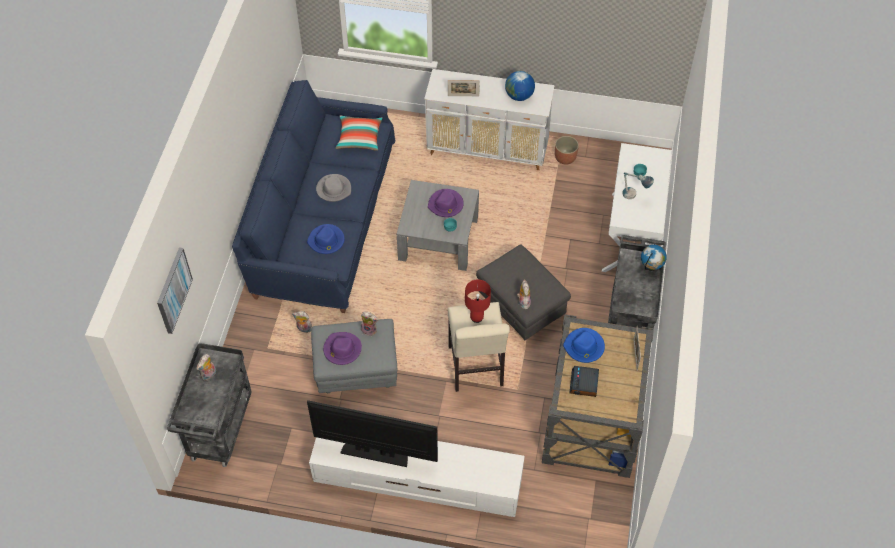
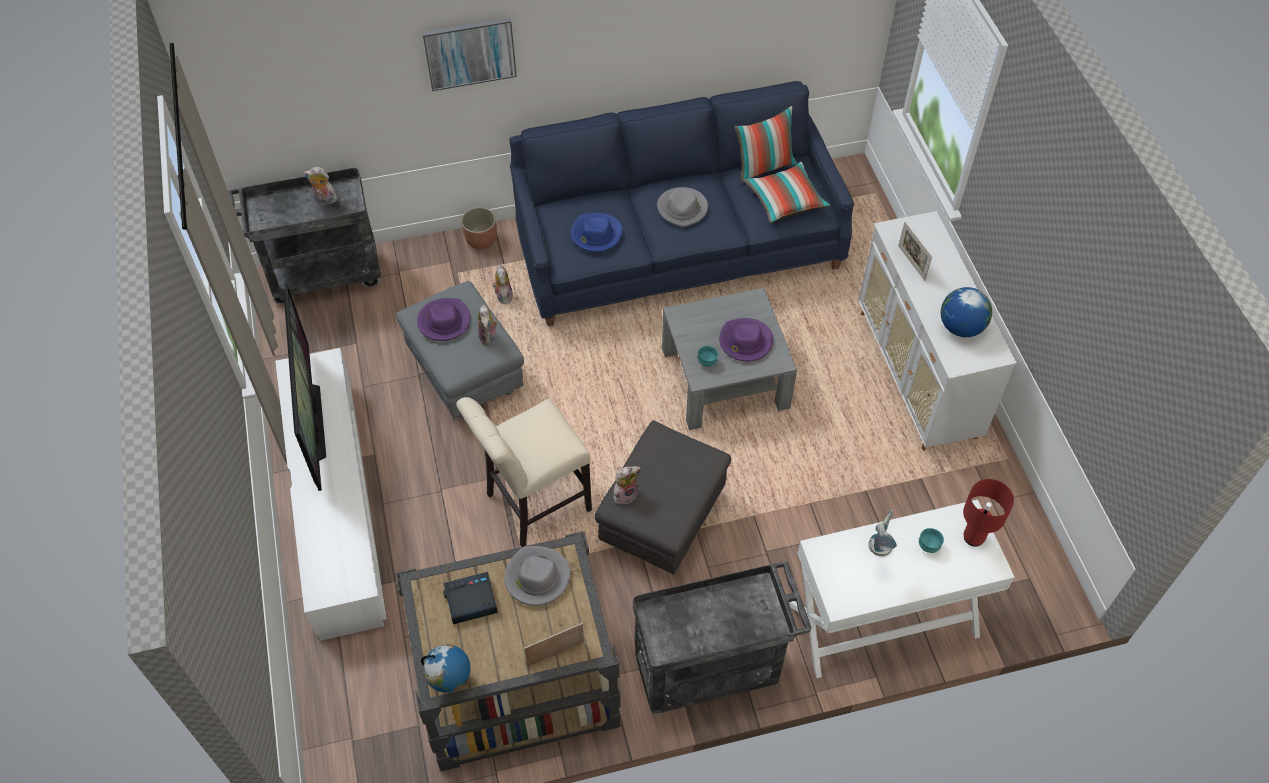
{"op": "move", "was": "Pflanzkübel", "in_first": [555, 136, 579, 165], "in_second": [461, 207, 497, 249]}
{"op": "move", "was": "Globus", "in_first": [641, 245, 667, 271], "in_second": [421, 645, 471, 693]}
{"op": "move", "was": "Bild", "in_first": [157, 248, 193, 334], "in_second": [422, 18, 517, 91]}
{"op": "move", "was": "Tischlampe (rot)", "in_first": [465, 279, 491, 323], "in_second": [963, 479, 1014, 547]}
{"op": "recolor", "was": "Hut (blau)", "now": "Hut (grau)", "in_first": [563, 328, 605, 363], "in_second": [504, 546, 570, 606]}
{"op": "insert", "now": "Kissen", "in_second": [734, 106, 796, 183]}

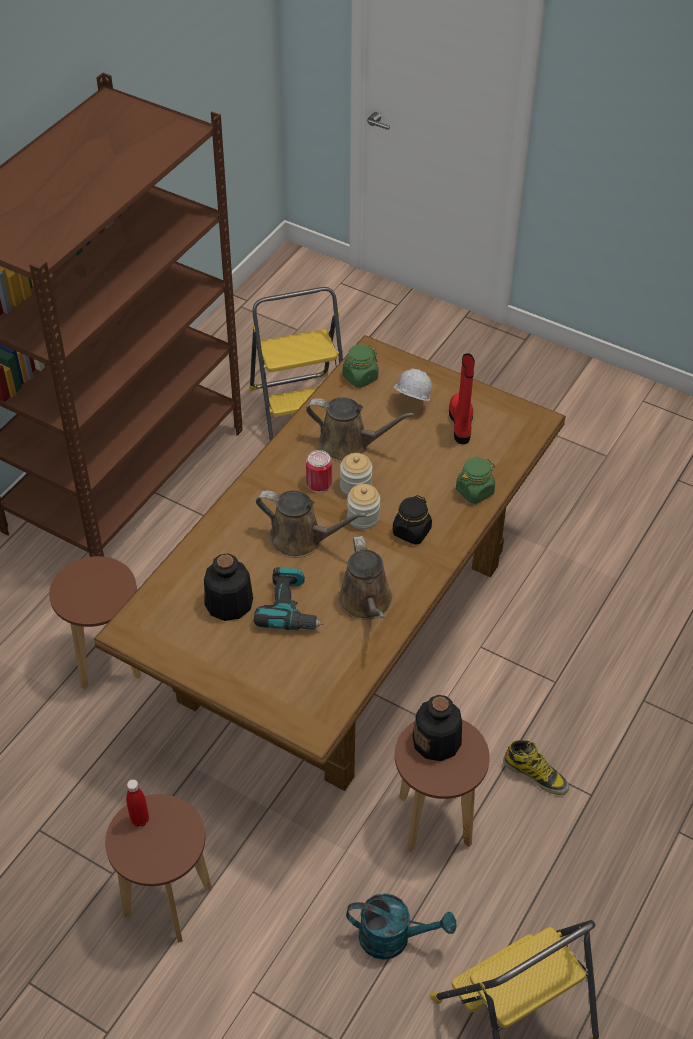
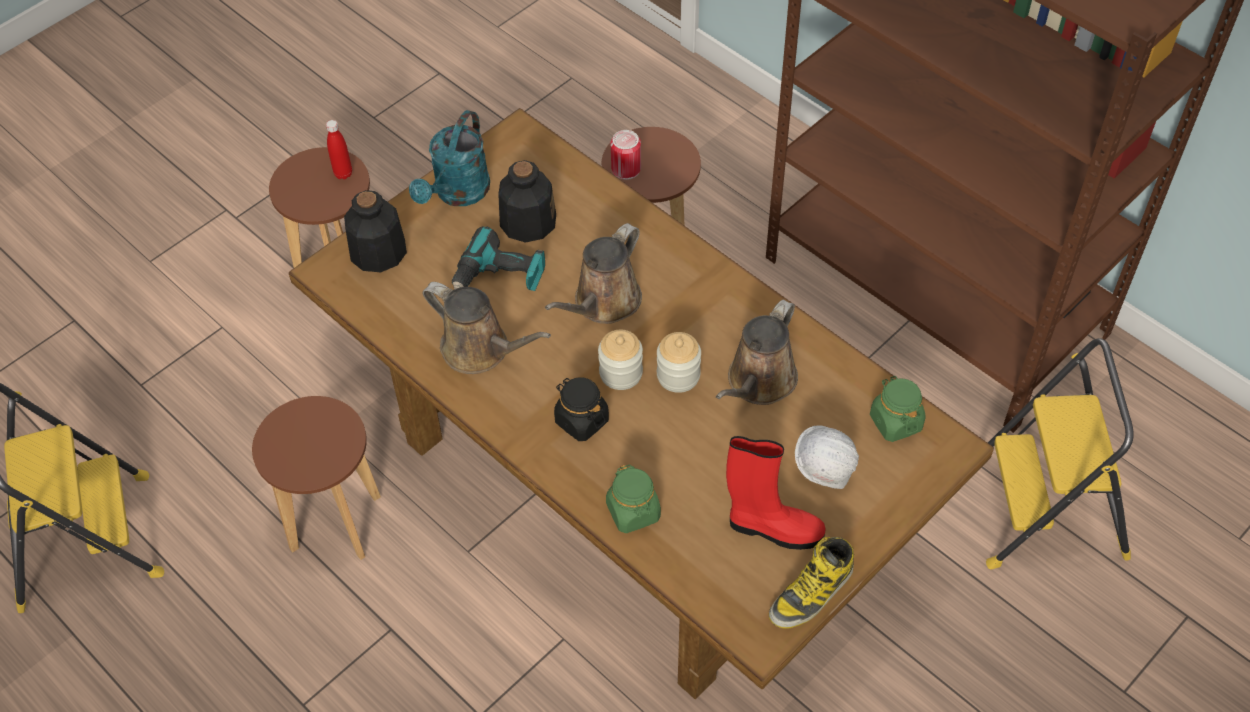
{"op": "move", "was": "Dose", "in_first": [306, 450, 332, 493], "in_second": [610, 130, 641, 180]}
{"op": "rotate", "was": "Gießkanne (braun)", "in_first": [338, 536, 392, 620], "in_second": [422, 282, 551, 374], "clockwise": -150}
{"op": "move", "was": "Flasche", "in_first": [412, 695, 462, 761], "in_second": [344, 190, 407, 272]}
{"op": "move", "was": "Stiefel", "in_first": [503, 740, 569, 795], "in_second": [768, 537, 854, 629]}
{"op": "move", "was": "Gießkanne (türkis)", "in_first": [346, 893, 456, 960], "in_second": [409, 110, 490, 206]}

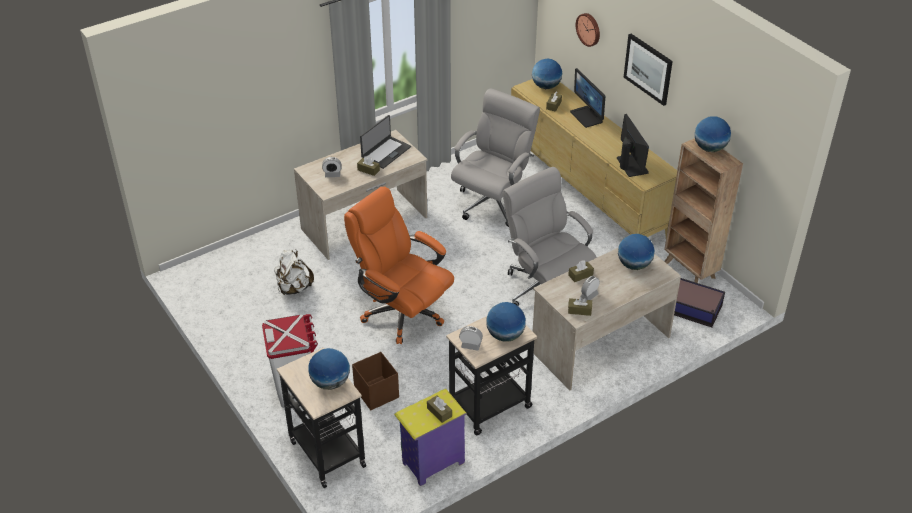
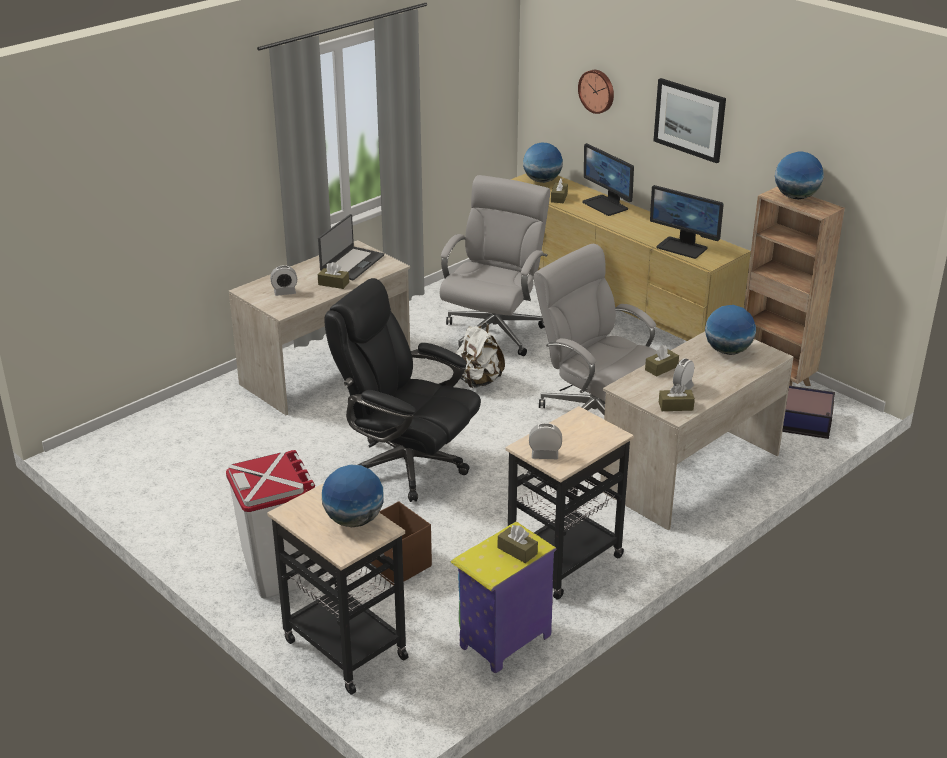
{"op": "rotate", "was": "Monitor", "in_first": [617, 114, 649, 177], "in_second": [650, 185, 724, 259], "clockwise": 150}
{"op": "recolor", "was": "Bürostuhl (orange)", "now": "Bürostuhl (schwarz)", "in_first": [344, 187, 454, 344], "in_second": [324, 278, 481, 502]}
{"op": "move", "was": "Rucksack (weiß)", "in_first": [274, 249, 314, 295], "in_second": [456, 323, 505, 388]}
{"op": "delete", "was": "Globus", "in_first": [486, 302, 526, 342]}

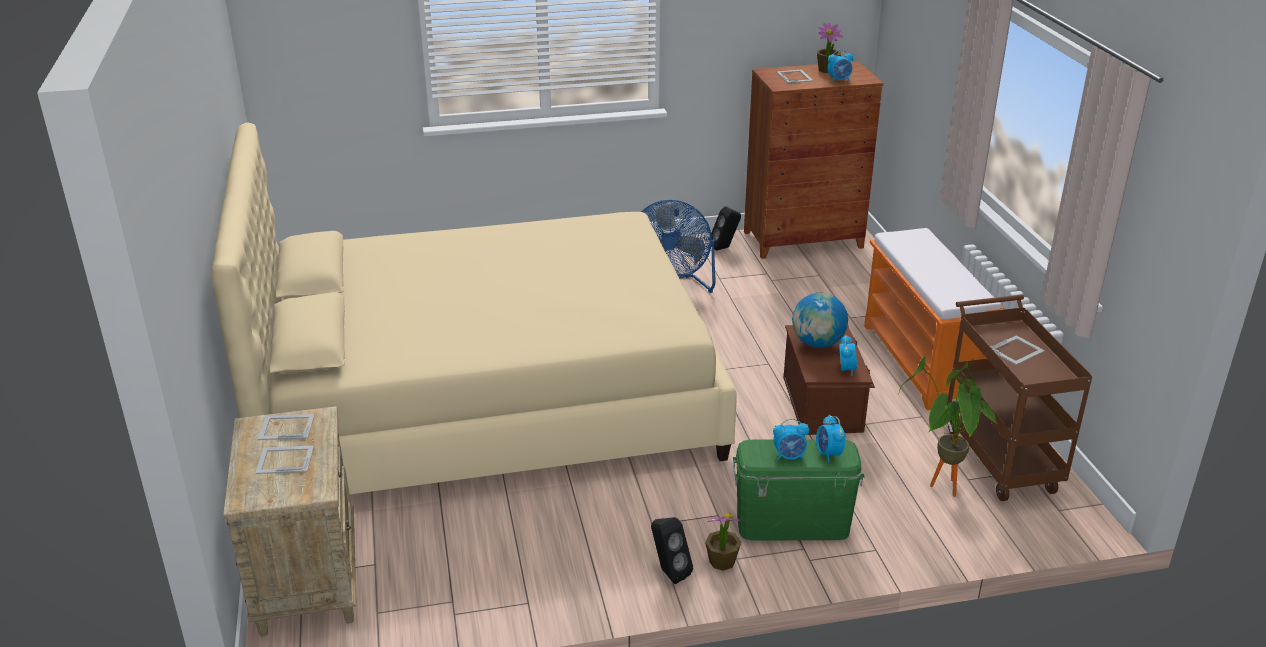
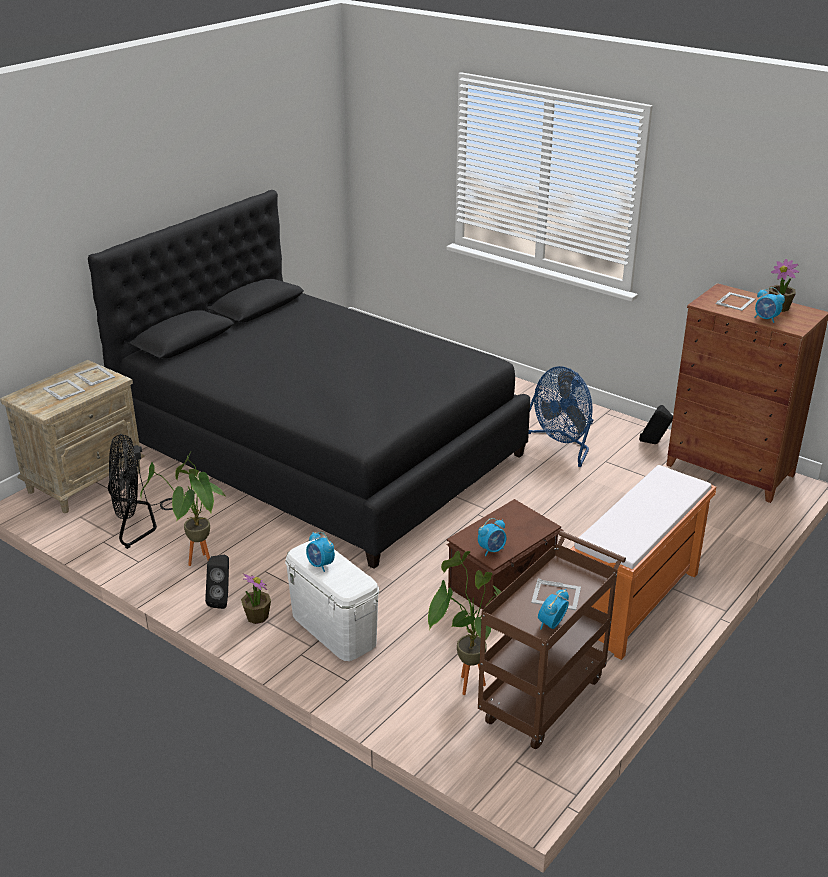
{"op": "recolor", "was": "Bett (beige)", "now": "Bett (schwarz)", "in_first": [211, 123, 737, 494], "in_second": [88, 190, 530, 569]}
{"op": "delete", "was": "Globus", "in_first": [792, 293, 848, 348]}
{"op": "move", "was": "Wecker", "in_first": [816, 415, 846, 462], "in_second": [538, 589, 569, 629]}
{"op": "recolor", "was": "Aufbewahrungsbox (grün)", "now": "Aufbewahrungsbox (weiß)", "in_first": [733, 439, 865, 540], "in_second": [285, 539, 379, 661]}
{"op": "insert", "now": "Ventilator (schwarz)", "in_second": [108, 434, 173, 549]}
{"op": "insert", "now": "Topfpflanze", "in_second": [140, 452, 227, 566]}

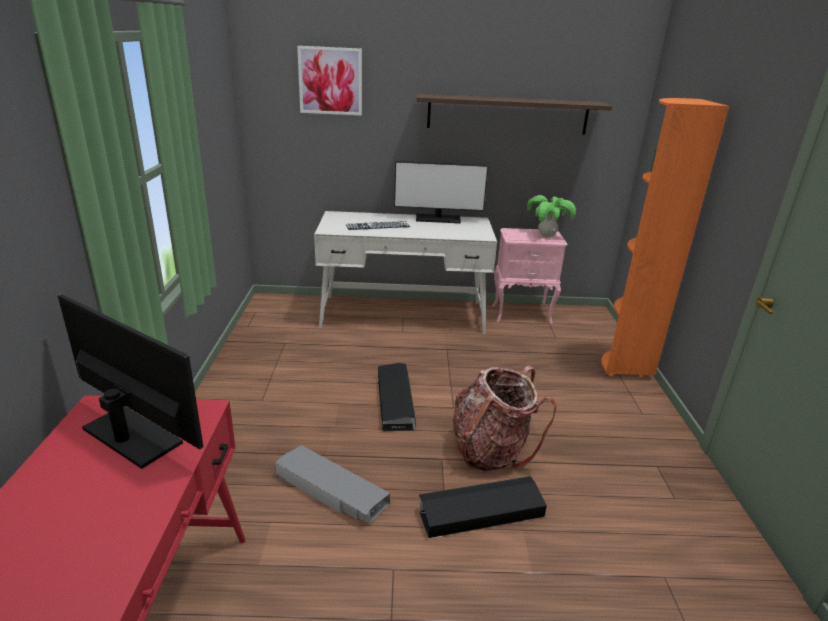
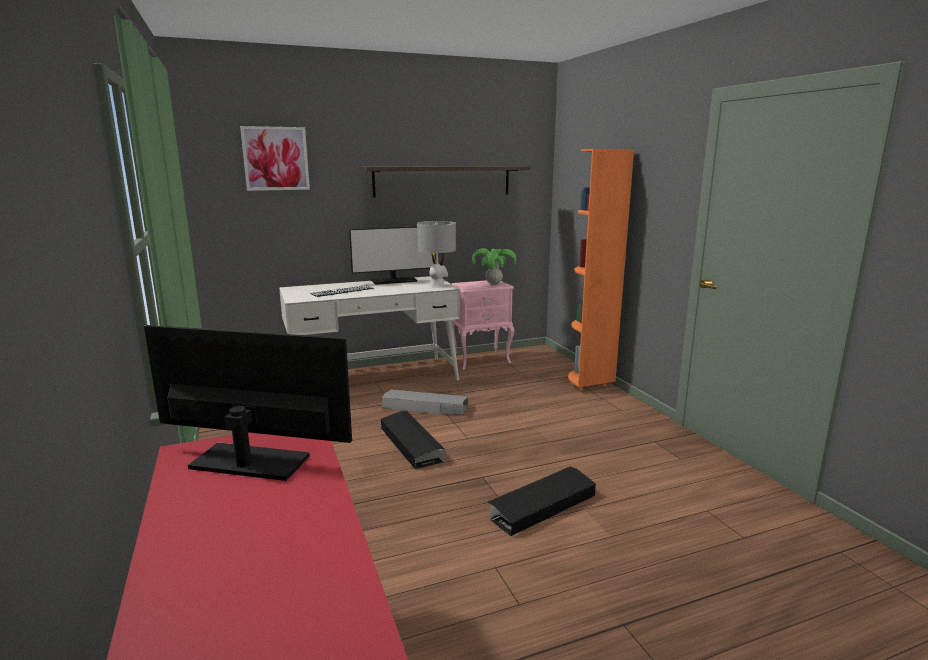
{"op": "delete", "was": "Rucksack", "in_first": [453, 366, 557, 472]}
{"op": "move", "was": "Aufbewahrungsbox (grau)", "in_first": [275, 445, 390, 524], "in_second": [382, 390, 468, 415]}
{"op": "insert", "now": "Tischlampe (grau)", "in_second": [417, 221, 456, 288]}

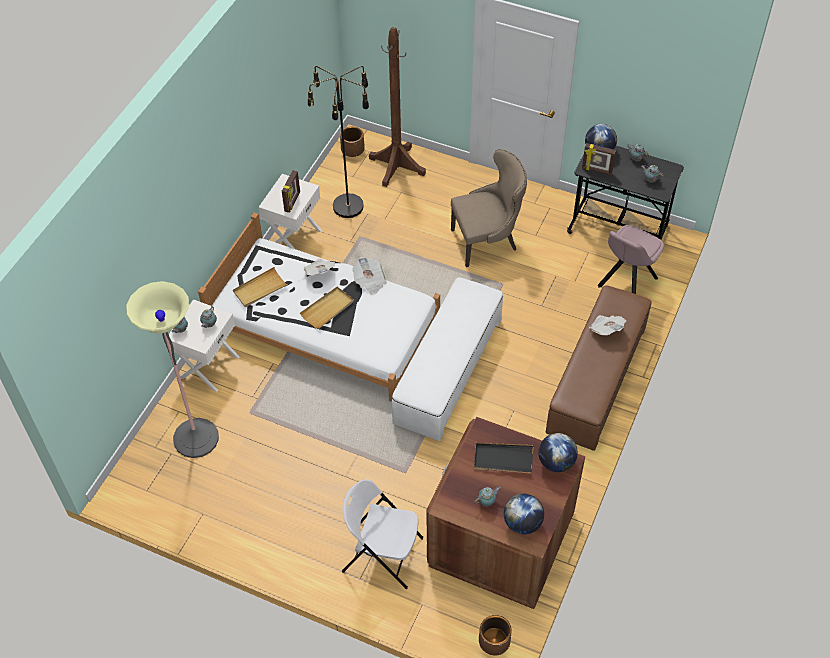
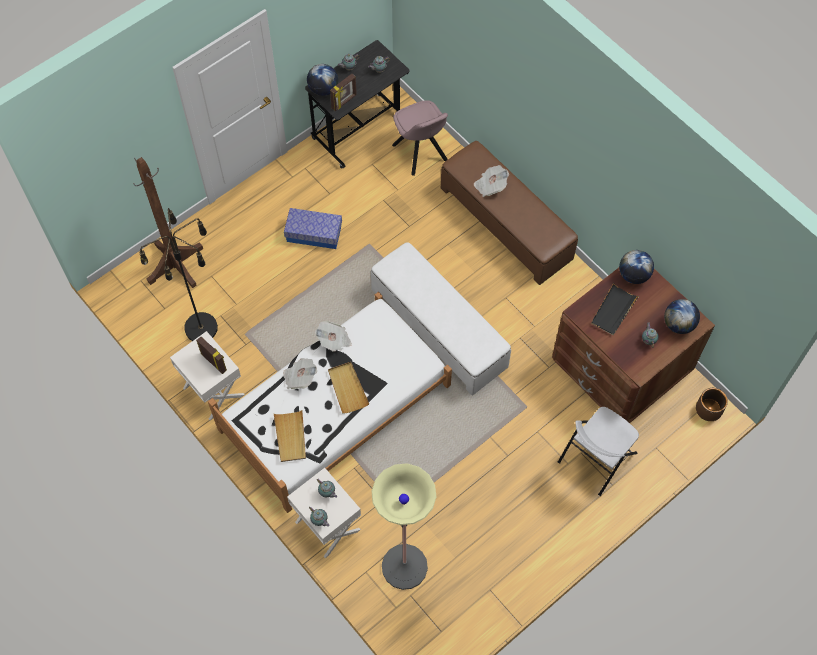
{"op": "delete", "was": "Pflanzkübel (braun)", "in_first": [340, 126, 365, 157]}
{"op": "replace", "was": "Stuhl (beige)", "now": "Aufbewahrungsbox", "in_first": [451, 149, 527, 267], "in_second": [284, 208, 342, 249]}

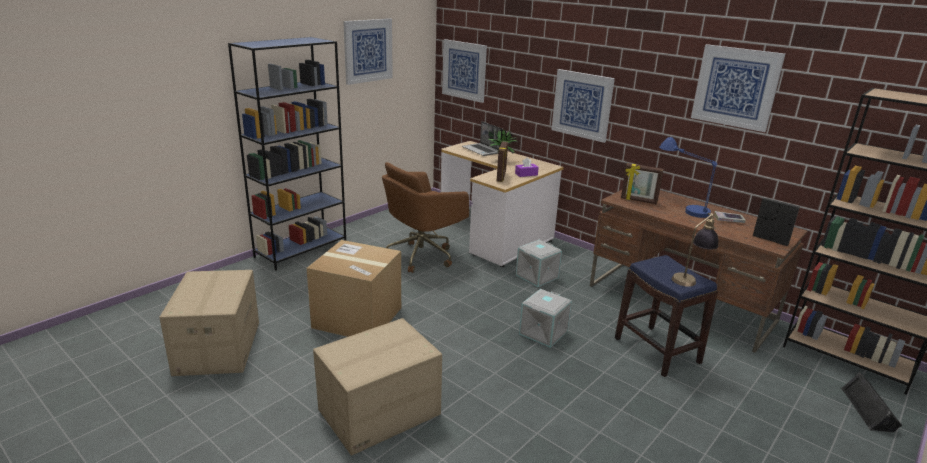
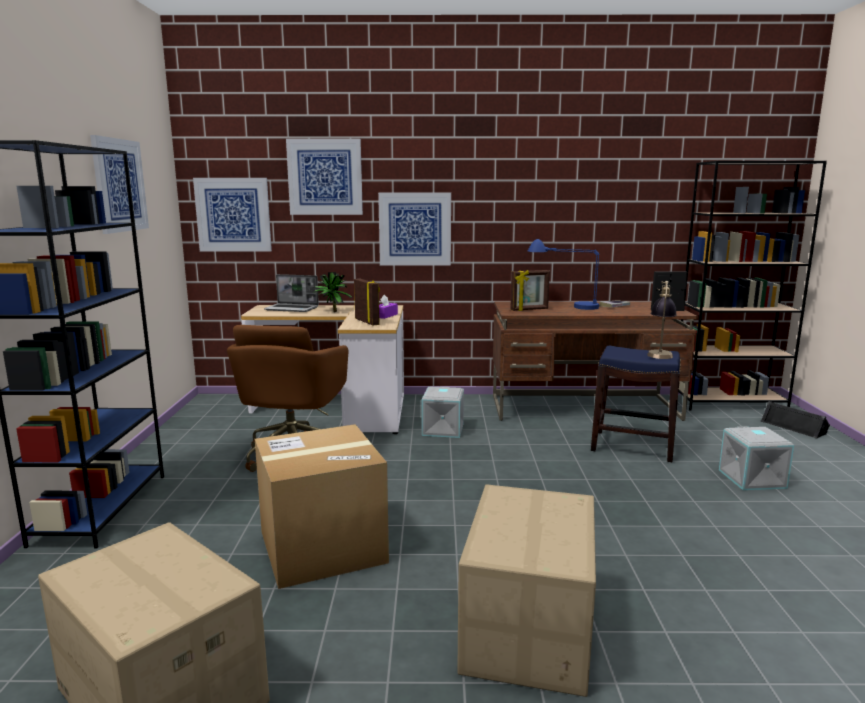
{"op": "move", "was": "Bild", "in_first": [691, 44, 785, 132], "in_second": [286, 139, 363, 215]}
{"op": "move", "was": "Aufbewahrungsbox (grau)", "in_first": [519, 289, 572, 348], "in_second": [719, 426, 794, 490]}

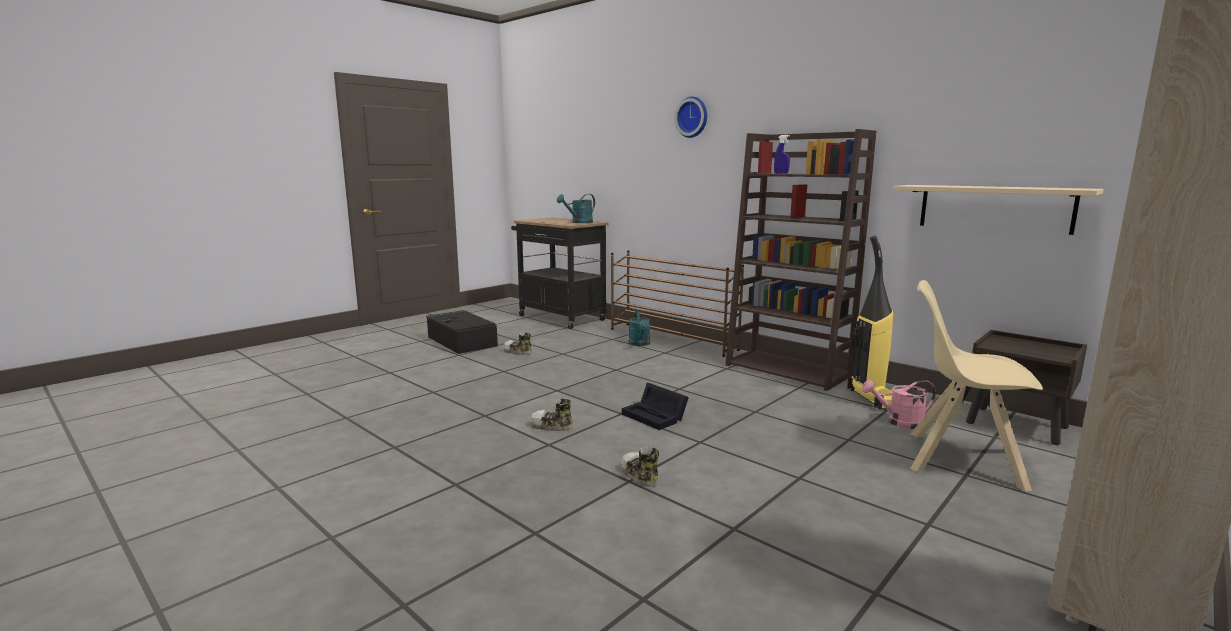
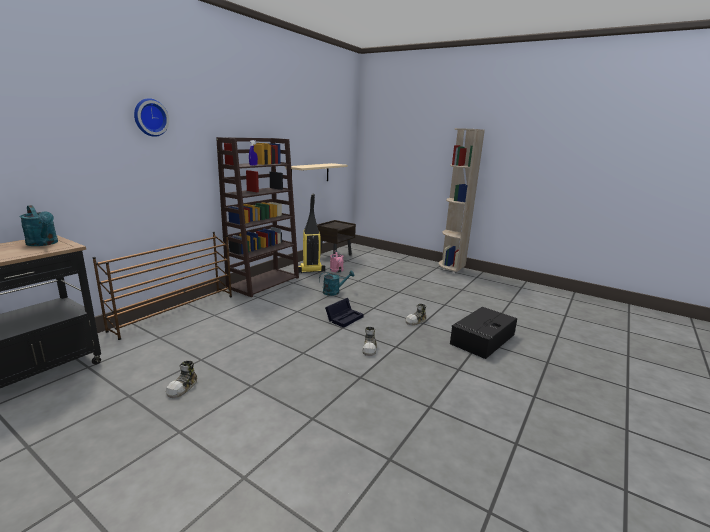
{"op": "delete", "was": "Stuhl (beige)", "in_first": [910, 280, 1043, 492]}
{"op": "move", "was": "Aufbewahrungsbox (schwarz)", "in_first": [426, 310, 498, 354], "in_second": [450, 307, 517, 359]}
{"op": "move", "was": "Gießkanne (türkis)", "in_first": [629, 311, 650, 346], "in_second": [319, 270, 355, 296]}

